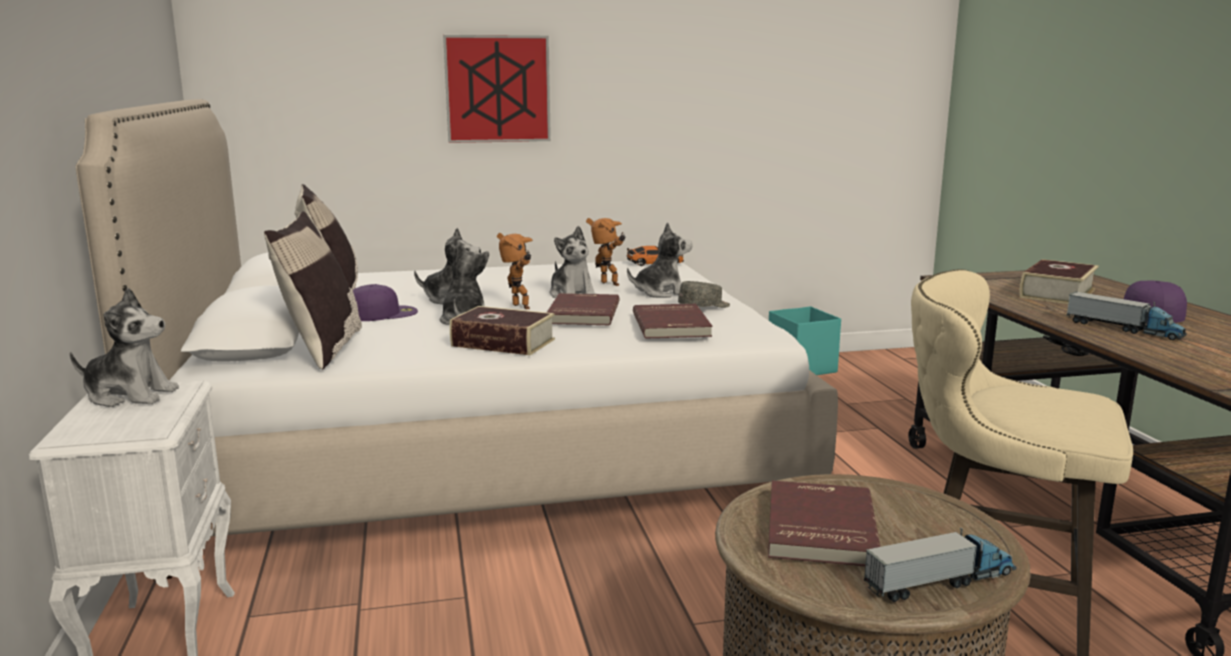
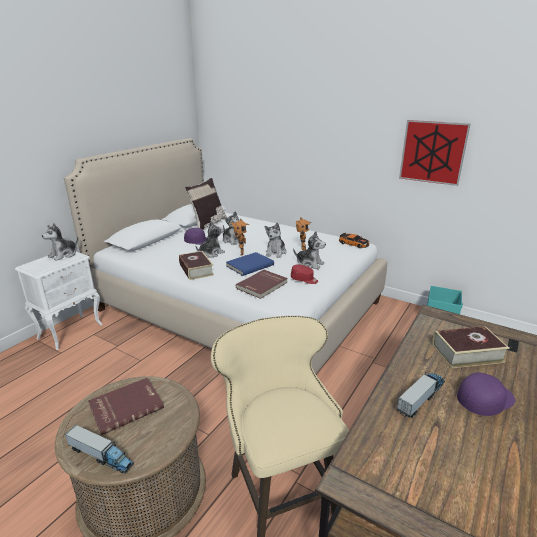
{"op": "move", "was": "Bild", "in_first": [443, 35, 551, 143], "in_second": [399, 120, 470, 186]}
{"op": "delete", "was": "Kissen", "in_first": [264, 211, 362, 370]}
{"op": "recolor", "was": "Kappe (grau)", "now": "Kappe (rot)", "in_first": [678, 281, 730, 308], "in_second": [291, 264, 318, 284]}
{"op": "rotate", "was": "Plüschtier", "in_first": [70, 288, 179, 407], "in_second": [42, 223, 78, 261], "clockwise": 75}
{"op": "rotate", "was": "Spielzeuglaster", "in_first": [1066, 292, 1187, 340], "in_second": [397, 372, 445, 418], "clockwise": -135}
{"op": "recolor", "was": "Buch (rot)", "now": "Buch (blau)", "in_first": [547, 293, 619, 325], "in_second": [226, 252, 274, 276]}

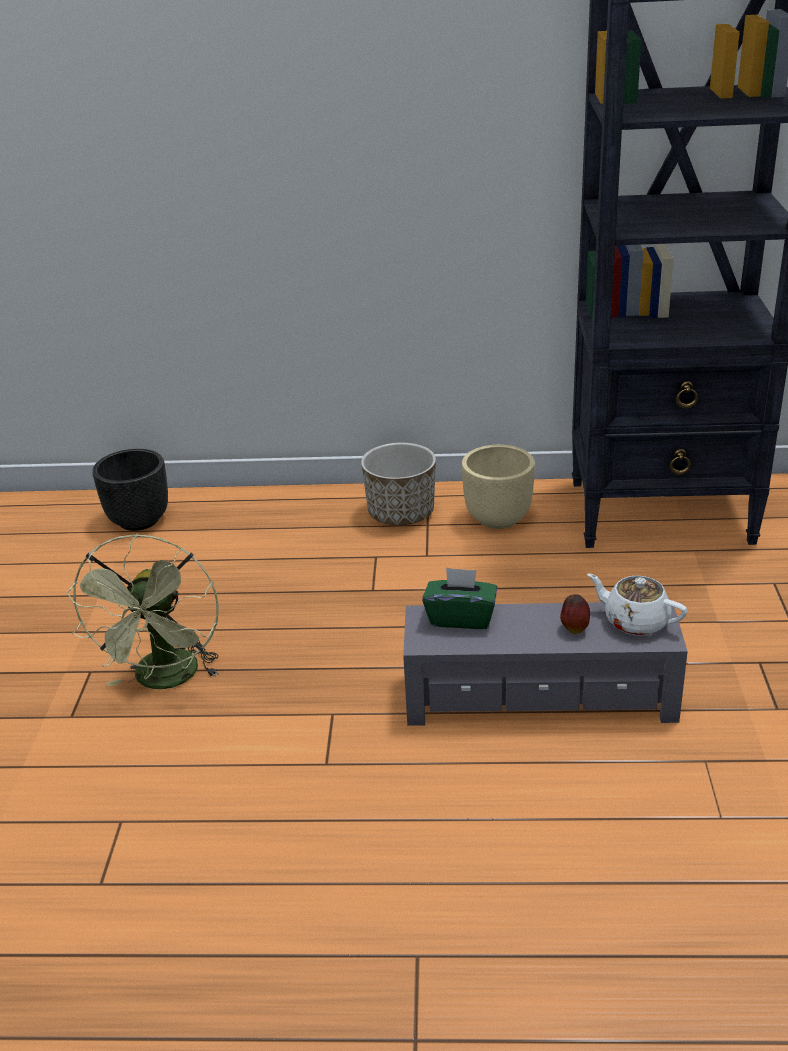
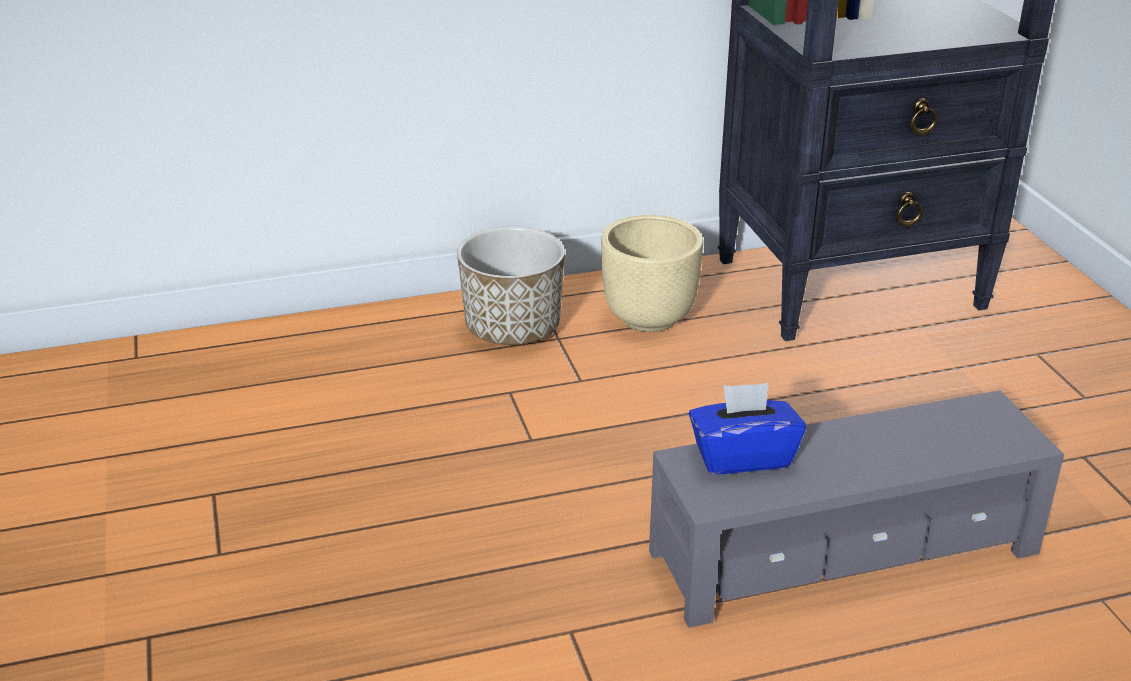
{"op": "delete", "was": "Pflanzkübel (schwarz)", "in_first": [92, 449, 168, 531]}
{"op": "delete", "was": "Ventilator (grün)", "in_first": [66, 534, 219, 689]}
{"op": "recolor", "was": "Taschentuchbox (grün)", "now": "Taschentuchbox (blau)", "in_first": [422, 567, 497, 629], "in_second": [689, 383, 806, 474]}
{"op": "delete", "was": "Teekanne (weiß)", "in_first": [587, 573, 687, 636]}
{"op": "delete", "was": "Apfel", "in_first": [560, 594, 590, 634]}

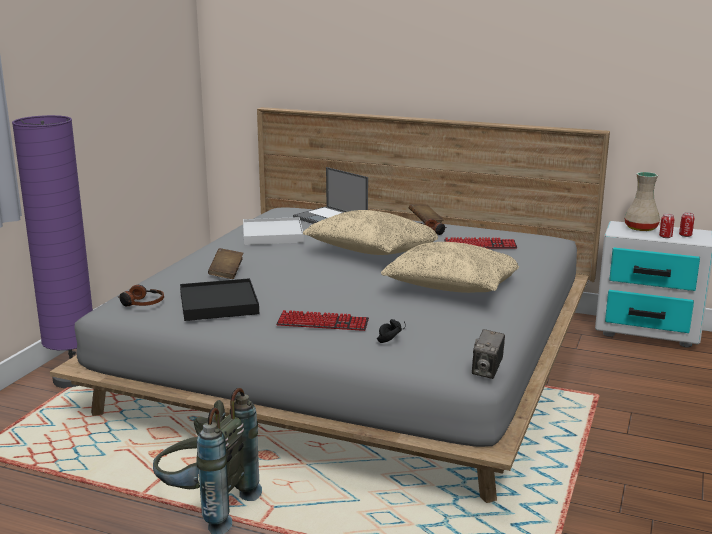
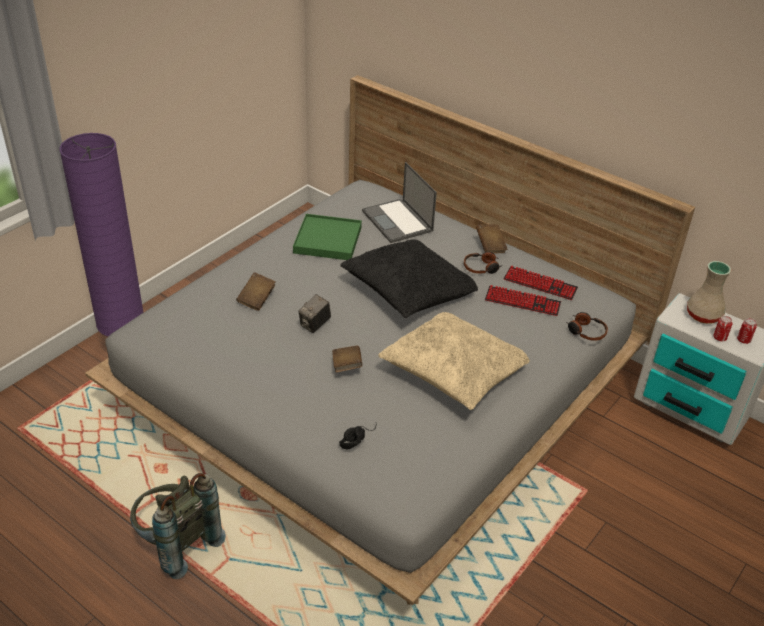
{"op": "recolor", "was": "Kissen (beige)", "now": "Kissen (schwarz)", "in_first": [303, 210, 438, 255], "in_second": [341, 239, 478, 318]}
{"op": "recolor", "was": "Tablett (weiß)", "now": "Tablett (grün)", "in_first": [243, 217, 304, 245], "in_second": [293, 214, 362, 260]}
{"op": "delete", "was": "Tablett (schwarz)", "in_first": [180, 278, 259, 321]}
{"op": "move", "was": "Kopfhörer", "in_first": [117, 285, 164, 307], "in_second": [566, 312, 608, 341]}
{"op": "move", "was": "Tastatur", "in_first": [276, 310, 369, 331], "in_second": [503, 266, 578, 300]}
{"op": "move", "was": "Kamera", "in_first": [472, 329, 505, 379], "in_second": [298, 294, 331, 333]}
{"op": "insert", "now": "Buch (braun)", "in_second": [332, 346, 362, 372]}

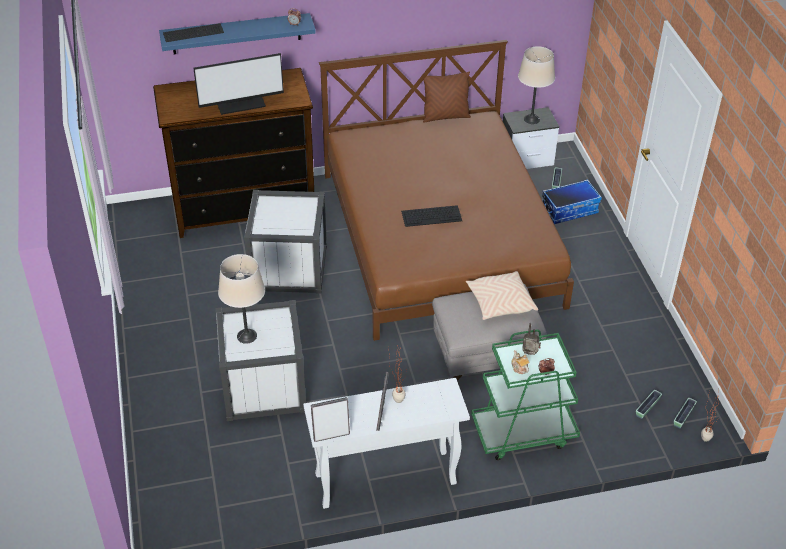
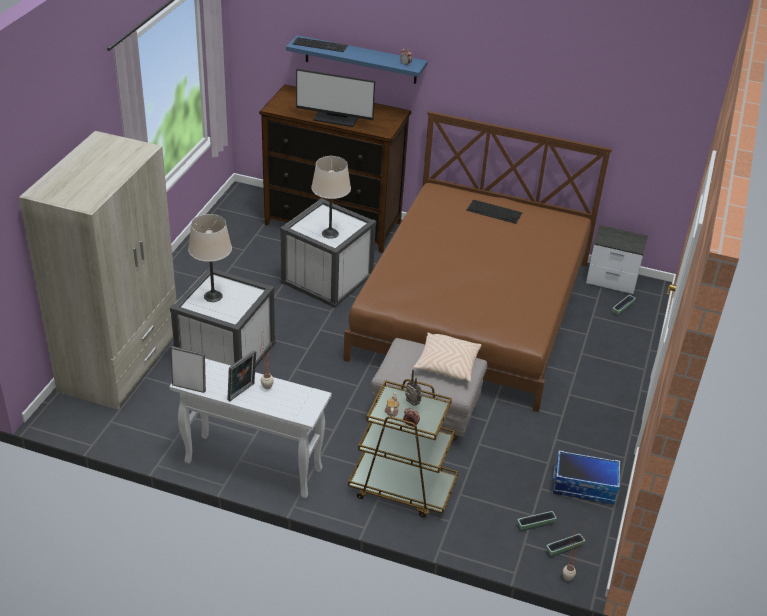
{"op": "move", "was": "Tischlampe (beige)", "in_first": [518, 46, 555, 124], "in_second": [311, 156, 351, 239]}
{"op": "delete", "was": "Kissen (braun)", "in_first": [423, 71, 471, 123]}
{"op": "move", "was": "Aufbewahrungsbox", "in_first": [542, 179, 602, 224], "in_second": [553, 450, 620, 504]}
{"op": "move", "was": "Tastatur", "in_first": [401, 205, 462, 227], "in_second": [466, 199, 523, 224]}
{"op": "recolor", "was": "Rollwagen (grün)", "now": "Rollwagen (braun)", "in_first": [471, 330, 580, 460], "in_second": [348, 379, 458, 517]}
{"op": "insert", "now": "Kleiderschrank (beige)", "in_second": [19, 131, 177, 410]}

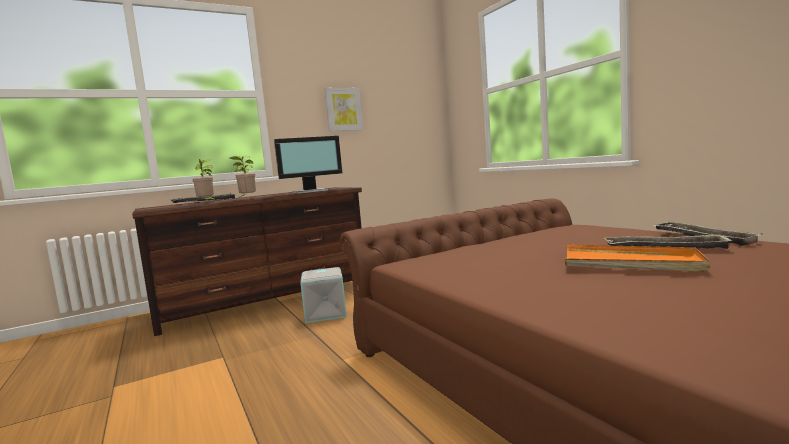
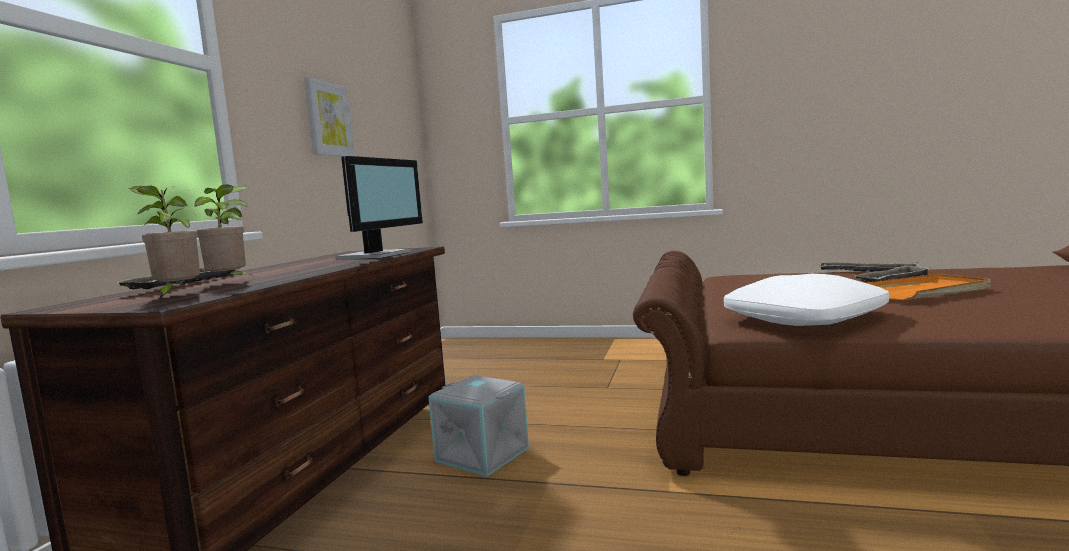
{"op": "move", "was": "Topfpflanze", "in_first": [230, 156, 256, 200], "in_second": [129, 186, 200, 300]}
{"op": "insert", "now": "Kissen (weiß)", "in_second": [724, 274, 889, 326]}

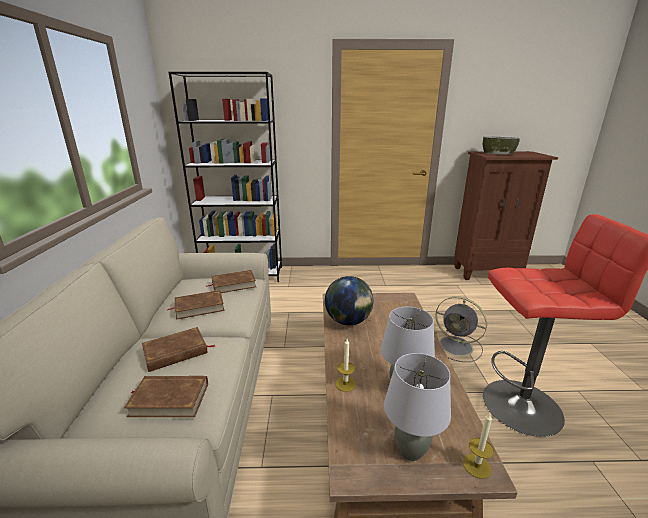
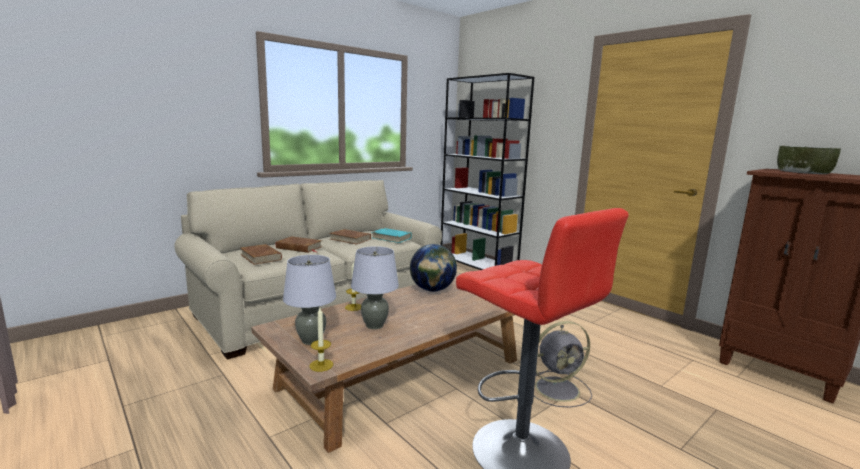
{"op": "recolor", "was": "Buch (braun)", "now": "Buch (türkis)", "in_first": [206, 270, 256, 293], "in_second": [372, 228, 412, 243]}
{"op": "rotate", "was": "Ventilator (grau)", "in_first": [435, 296, 487, 362], "in_second": [534, 321, 592, 408], "clockwise": -105}

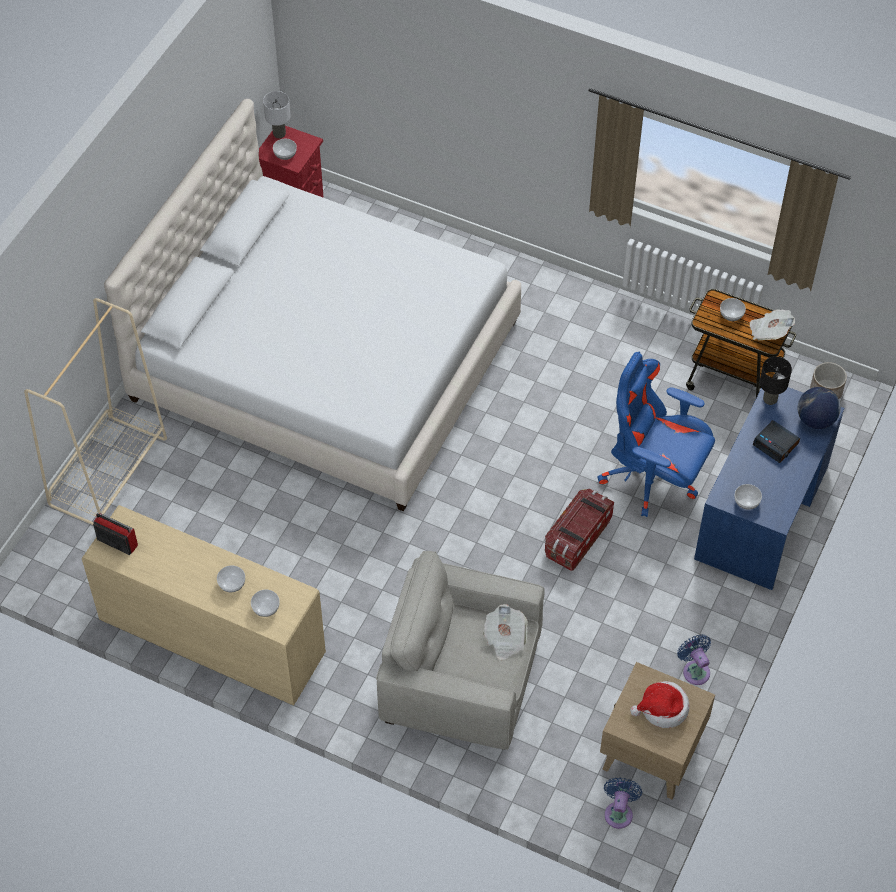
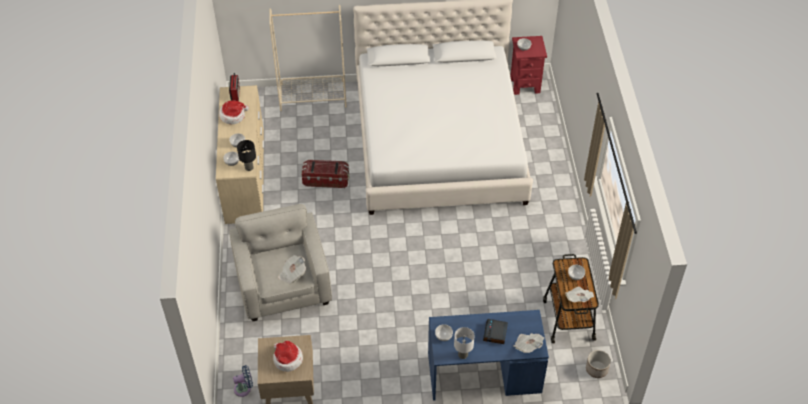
{"op": "move", "was": "Tischlampe (weiß)", "in_first": [263, 91, 291, 138], "in_second": [454, 327, 475, 359]}
{"op": "delete", "was": "Bürostuhl (blau)", "in_first": [597, 352, 715, 517]}
{"op": "move", "was": "Tischlampe (schwarz)", "in_first": [760, 357, 792, 405], "in_second": [237, 140, 256, 171]}
{"op": "replace", "was": "Globus", "now": "Zeitung", "in_first": [798, 387, 841, 429], "in_second": [513, 333, 544, 353]}
{"op": "move", "was": "Aufbewahrungsbox", "in_first": [545, 489, 614, 571], "in_second": [301, 160, 349, 188]}
{"op": "delete", "was": "Ventilator (blau)", "in_first": [677, 634, 711, 685]}
{"op": "insert", "now": "Hut", "in_second": [219, 101, 249, 124]}

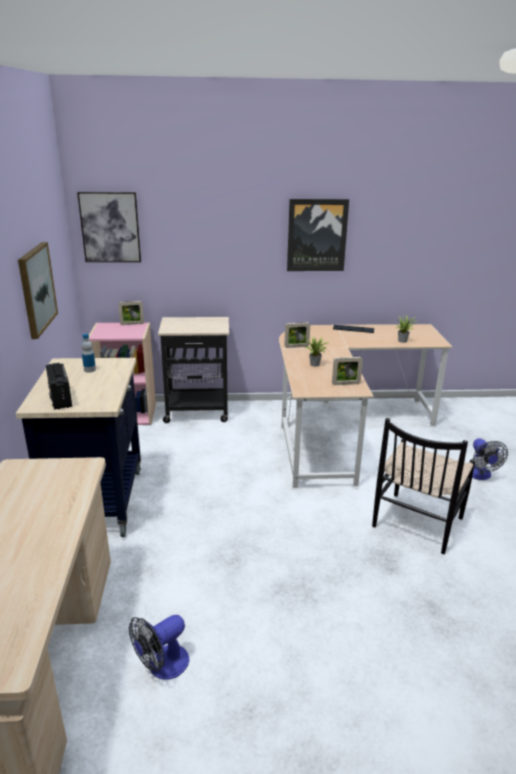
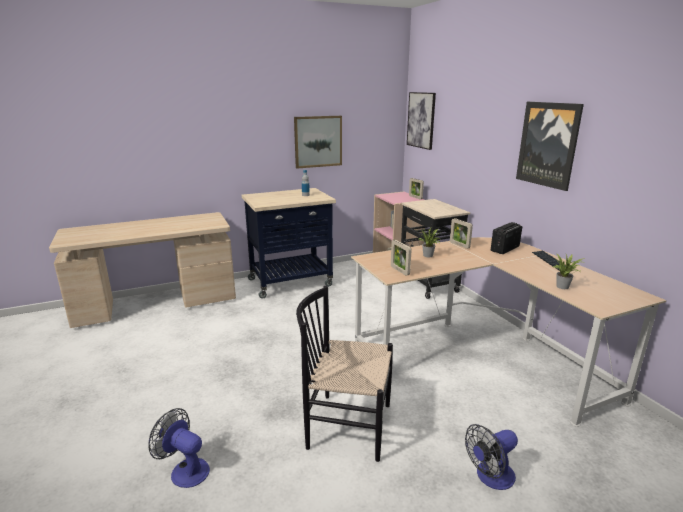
{"op": "move", "was": "Radio", "in_first": [46, 363, 72, 410], "in_second": [491, 222, 522, 254]}
{"op": "move", "was": "Ventilator", "in_first": [129, 615, 189, 680], "in_second": [148, 408, 210, 488]}

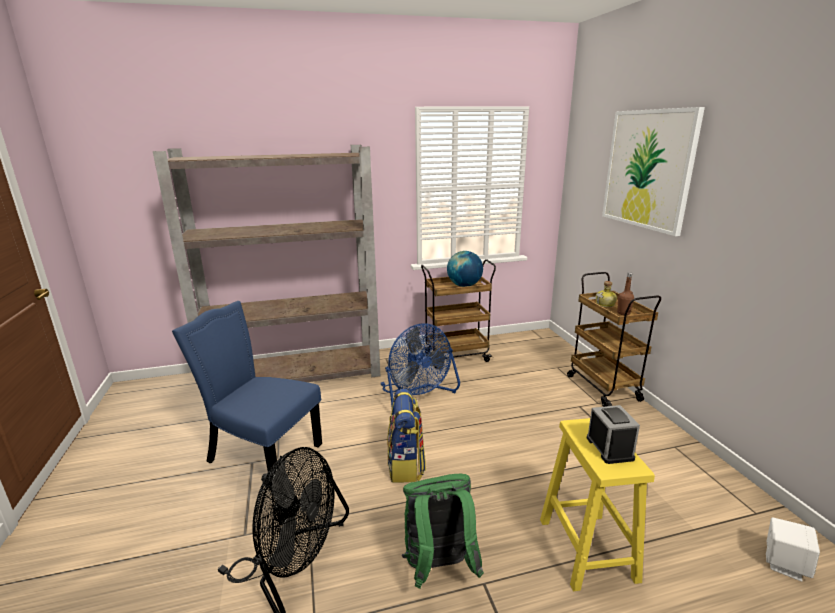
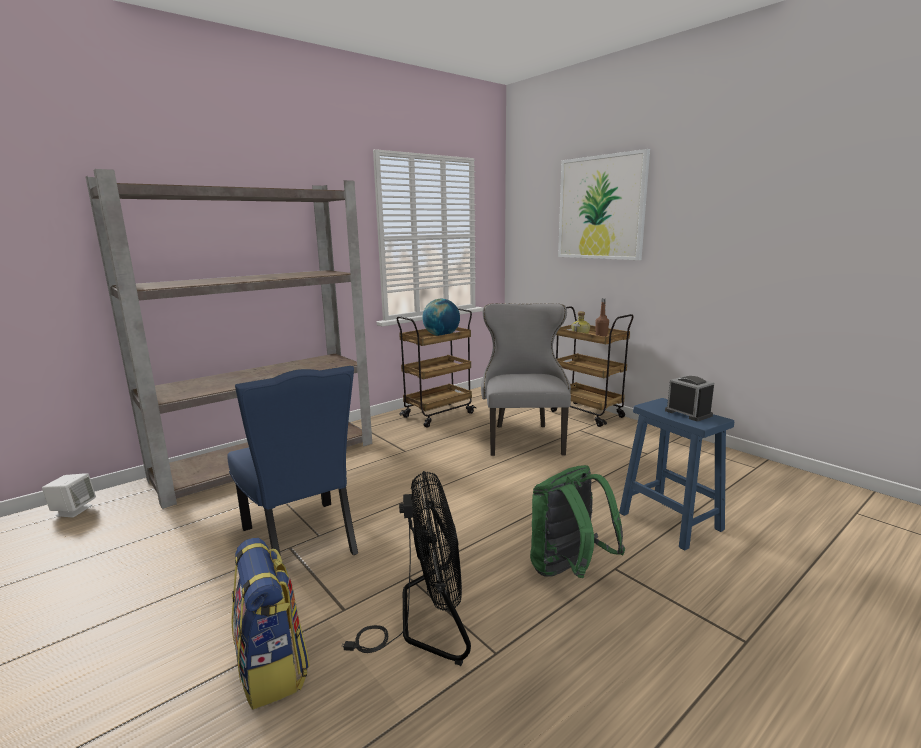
{"op": "rotate", "was": "Stuhl (blau)", "in_first": [172, 301, 322, 472], "in_second": [227, 366, 358, 556], "clockwise": -120}
{"op": "delete", "was": "Ventilator (blau)", "in_first": [381, 323, 460, 415]}
{"op": "move", "was": "Rucksack", "in_first": [387, 389, 426, 483], "in_second": [232, 538, 310, 710]}
{"op": "recolor", "was": "Hocker (gelb)", "now": "Hocker (blau)", "in_first": [540, 418, 655, 591], "in_second": [619, 398, 734, 551]}
{"op": "move", "was": "Lautsprecher (weiß)", "in_first": [766, 517, 820, 582], "in_second": [42, 473, 96, 518]}
{"op": "insert", "now": "Stuhl (grau)", "in_second": [481, 303, 571, 456]}

